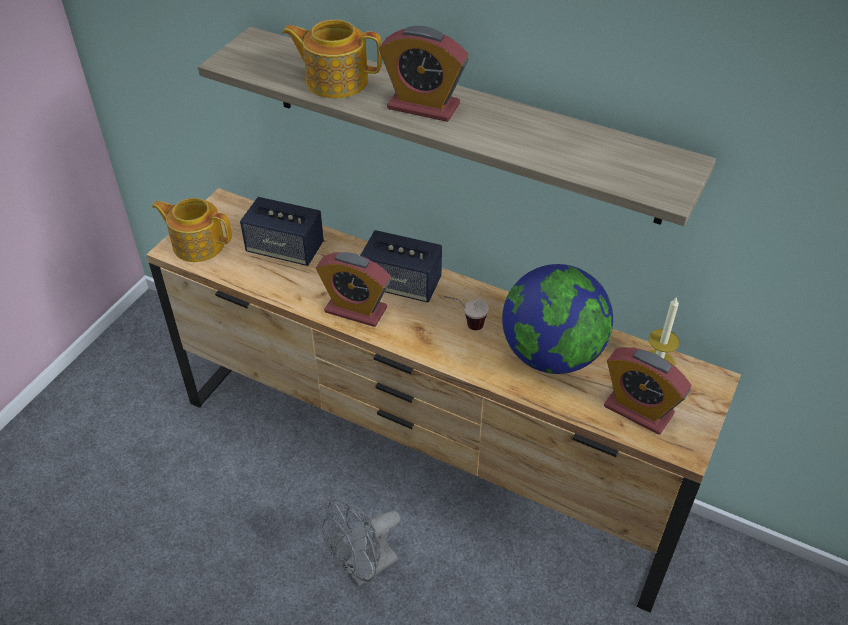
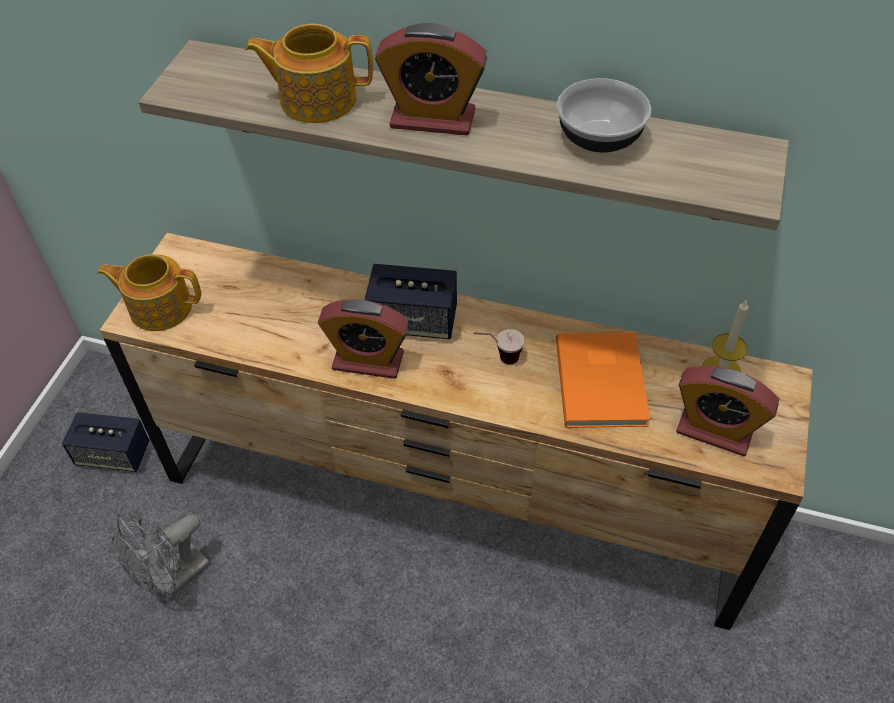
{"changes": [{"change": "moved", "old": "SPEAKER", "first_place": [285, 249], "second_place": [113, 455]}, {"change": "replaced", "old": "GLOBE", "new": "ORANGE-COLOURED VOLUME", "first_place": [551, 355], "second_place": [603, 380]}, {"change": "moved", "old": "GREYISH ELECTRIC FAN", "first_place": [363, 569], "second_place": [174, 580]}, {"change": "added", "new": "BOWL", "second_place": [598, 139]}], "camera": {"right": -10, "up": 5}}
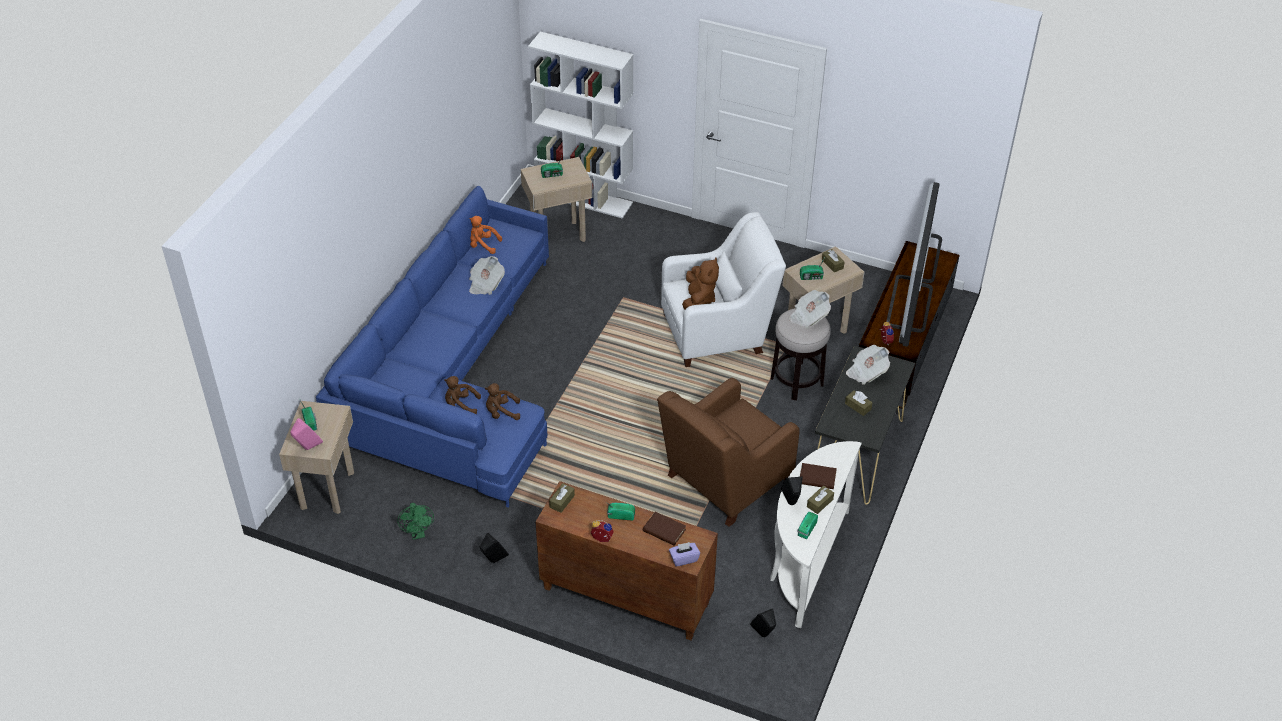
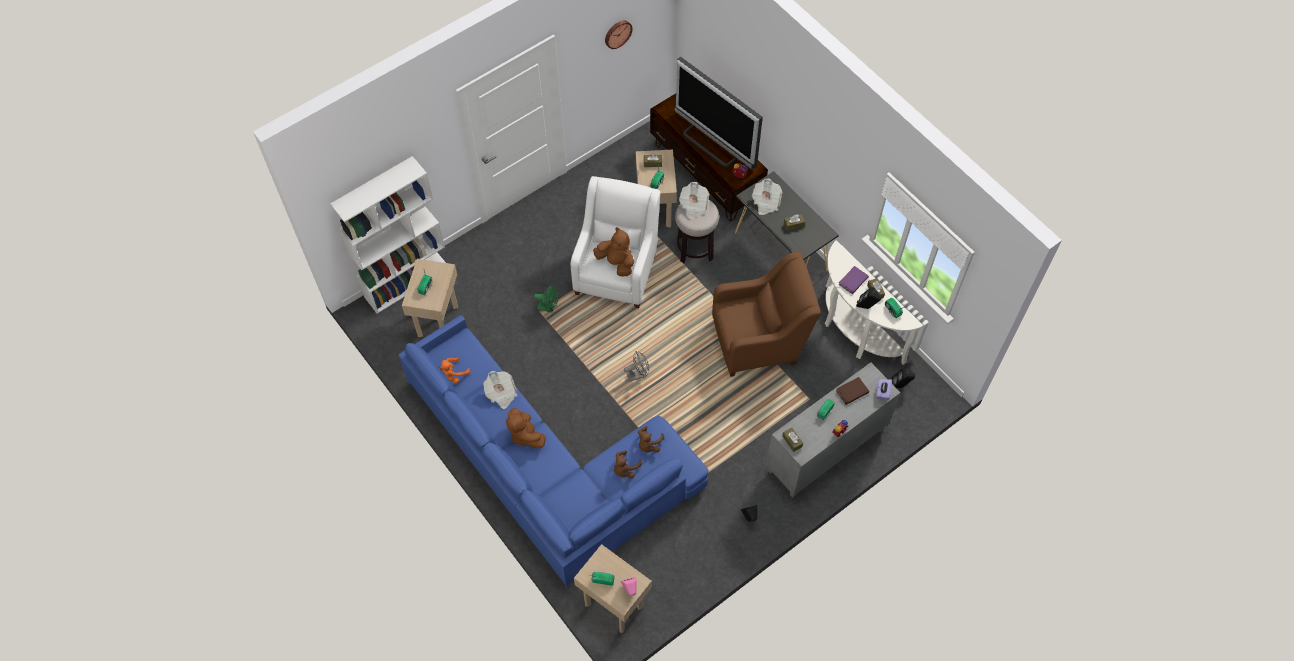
{"changes": [{"change": "turned", "old": "BROWNISH EASY CHAIR", "first_place": [724, 481], "second_place": [760, 340], "degrees": -90}, {"change": "recoloured", "old": "BROWNISH VOLUME", "new": "PURPLE VOLUME", "first_place": [817, 478], "second_place": [853, 281]}, {"change": "recoloured", "old": "BROWNISH STORAGE CABINET", "new": "GREYISH STORAGE CABINET", "first_place": [624, 596], "second_place": [826, 451]}, {"change": "moved", "old": "GREENISH ELECTRIC FAN", "first_place": [418, 533], "second_place": [548, 308]}, {"change": "added", "new": "WALL CLOCK", "second_place": [617, 33]}, {"change": "added", "new": "GREYISH ELECTRIC FAN", "second_place": [638, 374]}, {"change": "added", "new": "BROWNISH PLUSH TOY", "second_place": [525, 435]}], "camera": {"right": -60, "up": 15}}
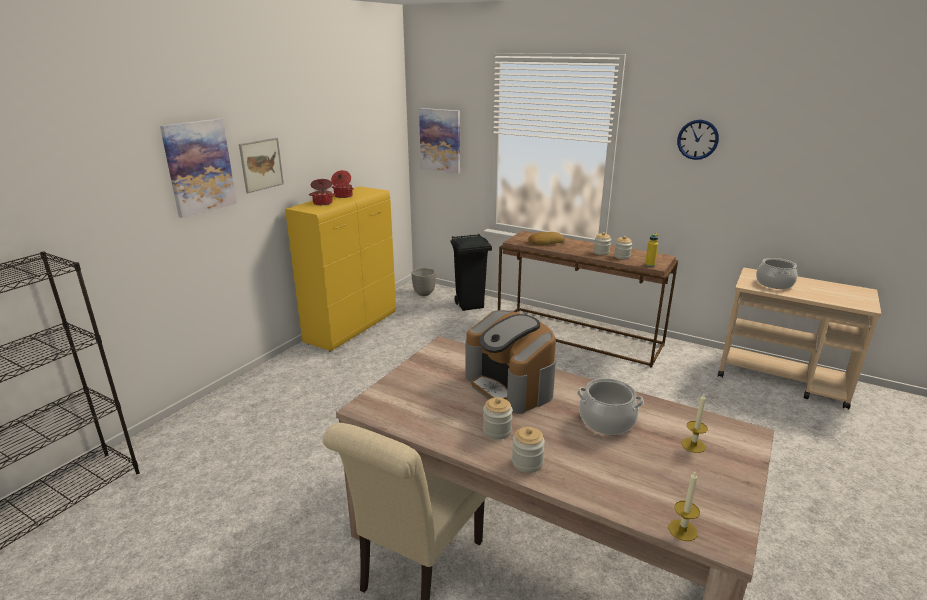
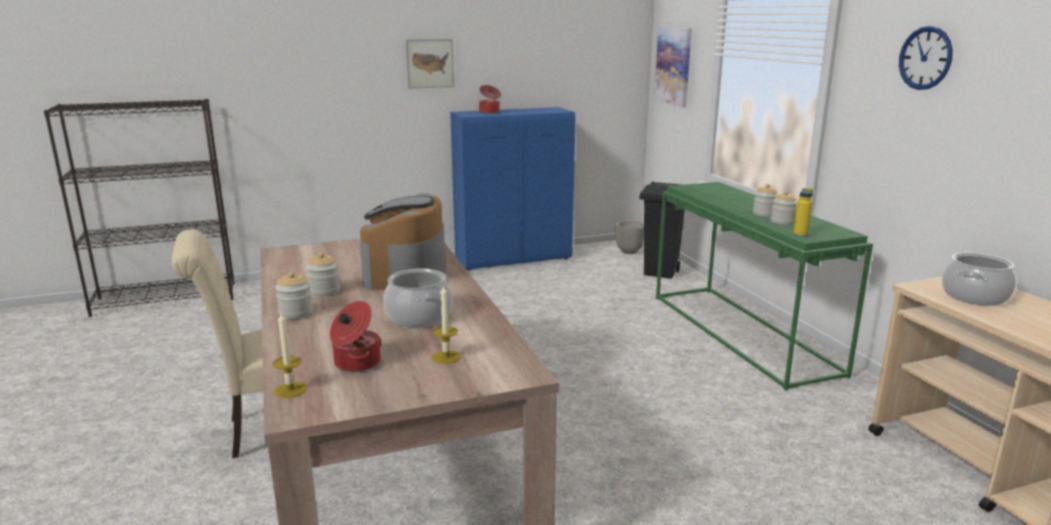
{"changes": [{"change": "removed", "old": "PICTURE", "first_place": [199, 167]}, {"change": "moved", "old": "SAUCEPOT", "first_place": [343, 196], "second_place": [356, 363]}, {"change": "recoloured", "old": "YELLOW STORAGE CABINET", "new": "BLUE STORAGE CABINET", "first_place": [352, 327], "second_place": [514, 259]}, {"change": "recoloured", "old": "BROWNISH HALL TABLE", "new": "GREENISH HALL TABLE", "first_place": [579, 336], "second_place": [743, 333]}, {"change": "removed", "old": "BREAD", "first_place": [545, 242]}], "camera": {"right": 40, "up": -5}}
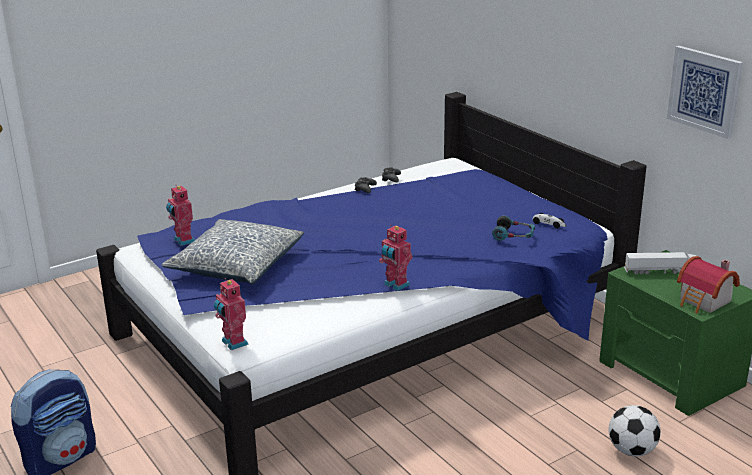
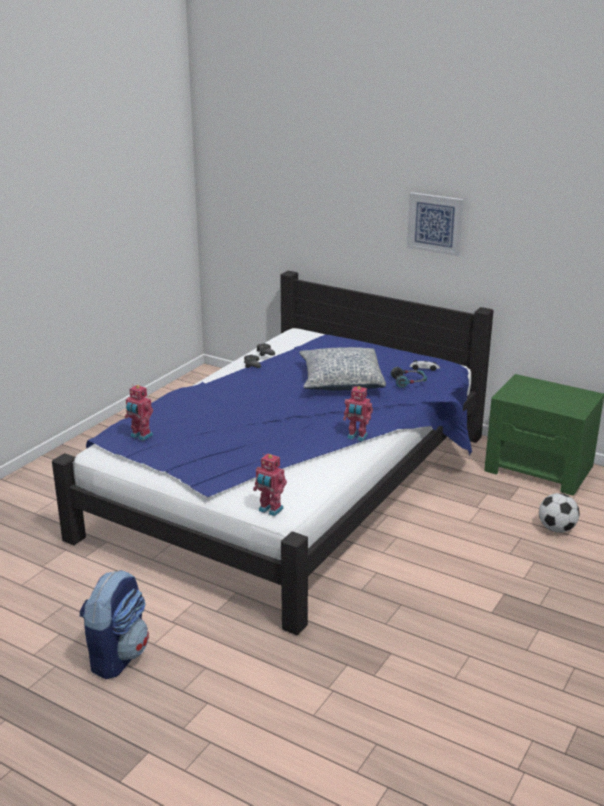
{"changes": [{"change": "moved", "old": "PICTURE", "first_place": [705, 91], "second_place": [435, 223]}, {"change": "moved", "old": "THROW PILLOW", "first_place": [236, 265], "second_place": [340, 381]}, {"change": "removed", "old": "MODEL TRUCK", "first_place": [661, 271]}, {"change": "removed", "old": "TOY HOUSE", "first_place": [704, 302]}], "camera": {"right": -25, "up": 0}}
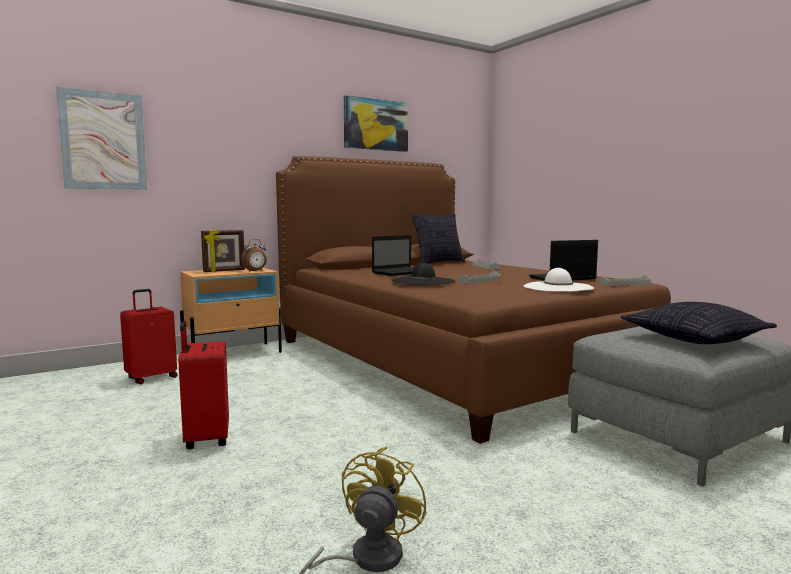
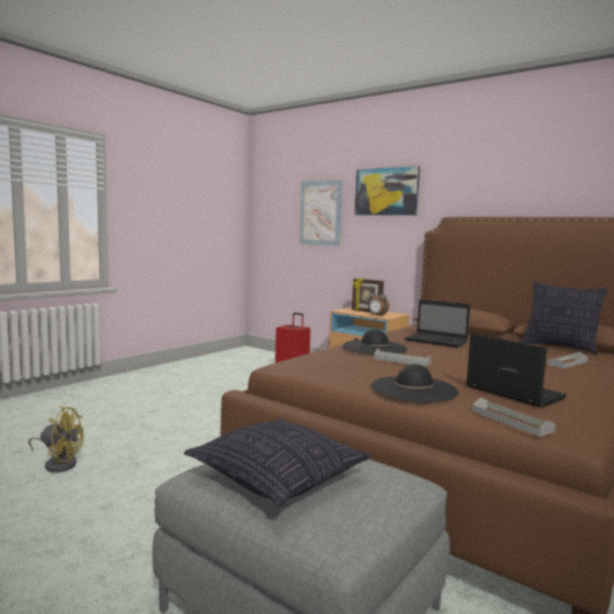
{"changes": [{"change": "moved", "old": "PICTURE", "first_place": [375, 125], "second_place": [386, 191]}, {"change": "recoloured", "old": "WHITE CLOTHING HAT", "new": "BLACK-COLOURED CLOTHING HAT", "first_place": [558, 287], "second_place": [413, 389]}, {"change": "removed", "old": "RED-COLOURED PIECE OF LUGGAGE", "first_place": [205, 439]}], "camera": {"right": 70, "up": 0}}
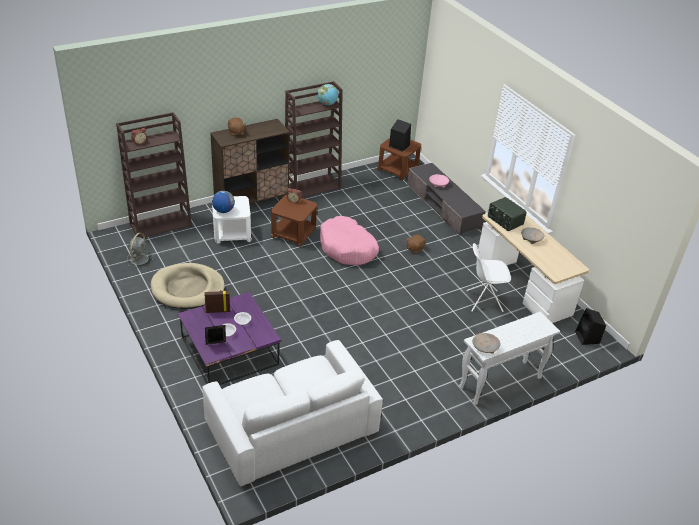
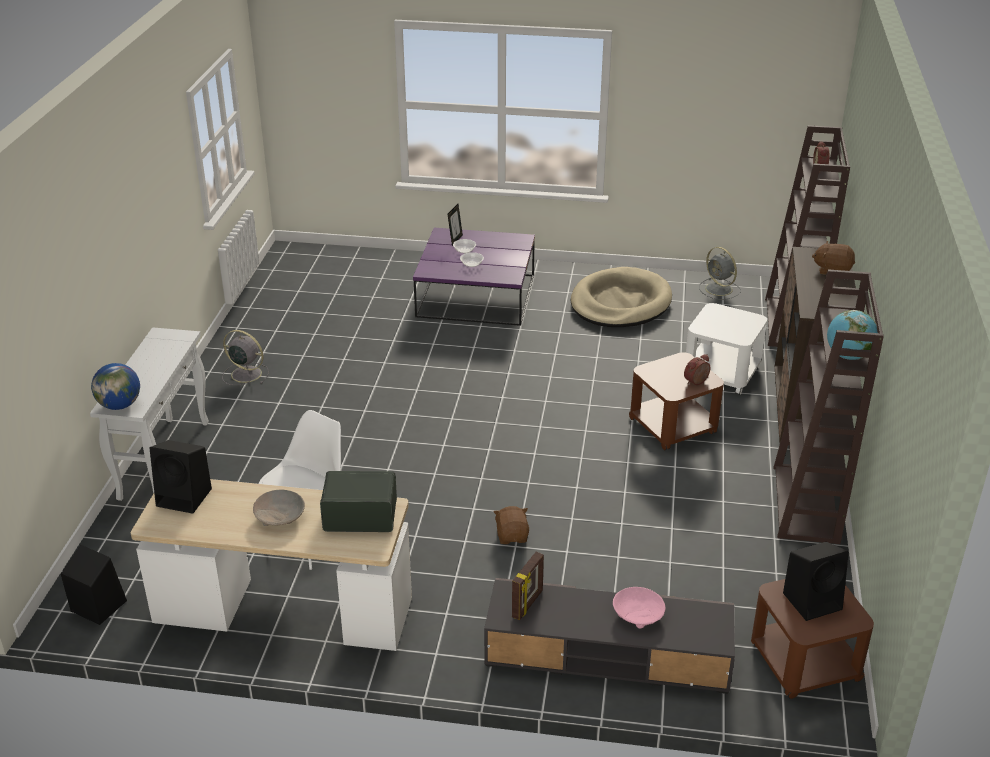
{"changes": [{"change": "moved", "old": "GLOBE", "first_place": [223, 211], "second_place": [120, 405]}, {"change": "removed", "old": "PINK-COLOURED PET BED", "first_place": [347, 248]}, {"change": "moved", "old": "STANDING FRAME", "first_place": [218, 311], "second_place": [528, 604]}, {"change": "removed", "old": "BEIGE-COLOURED BOWL", "first_place": [485, 347]}, {"change": "removed", "old": "WHITE SETTEE", "first_place": [291, 426]}, {"change": "added", "new": "GREYISH ELECTRIC FAN", "second_place": [245, 374]}, {"change": "added", "new": "BLACK-COLOURED SPEAKER", "second_place": [185, 497]}], "camera": {"right": 130, "up": -5}}
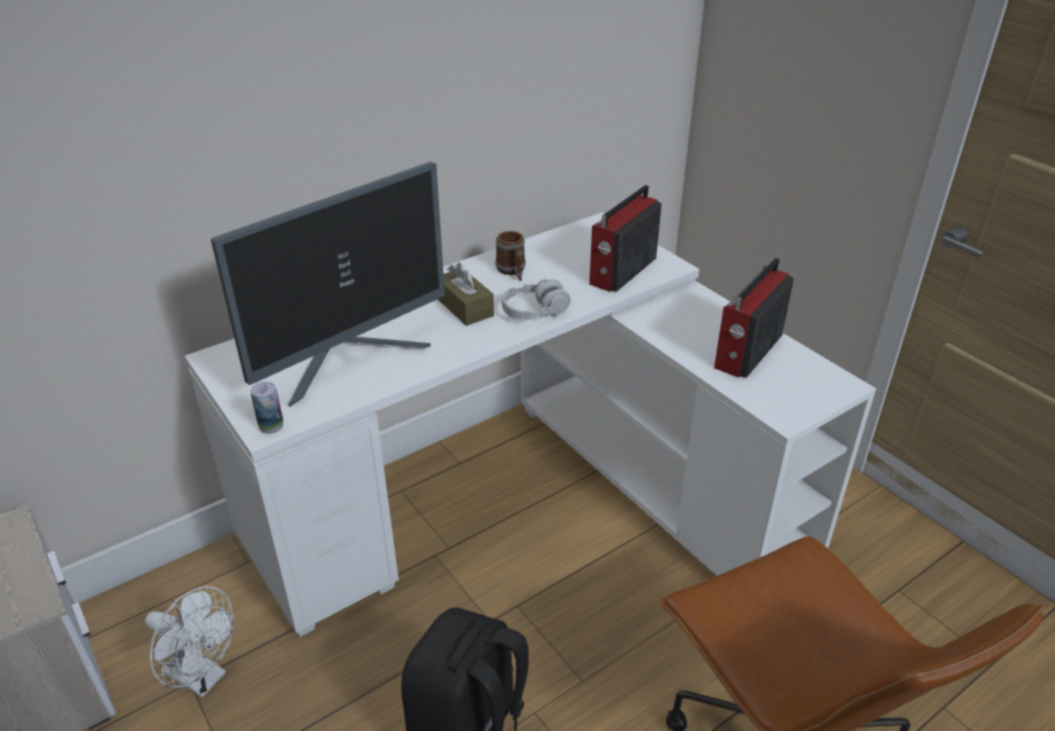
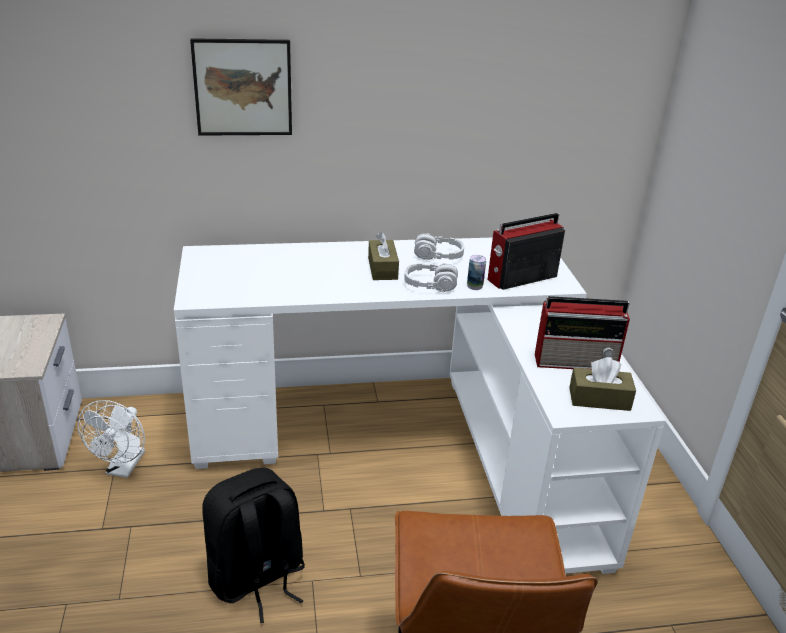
{"changes": [{"change": "removed", "old": "COMPUTER DISPLAY", "first_place": [350, 358]}, {"change": "replaced", "old": "COFFEE MUG", "new": "GREYISH HEADSET", "first_place": [512, 271], "second_place": [438, 256]}, {"change": "turned", "old": "RADIO RECEIVER", "first_place": [746, 352], "second_place": [577, 362], "degrees": -150}, {"change": "moved", "old": "CAN", "first_place": [271, 426], "second_place": [474, 286]}, {"change": "turned", "old": "WHITE ELECTRIC FAN", "first_place": [202, 677], "second_place": [123, 468], "degrees": 45}, {"change": "added", "new": "PICTURE", "second_place": [243, 87]}, {"change": "added", "new": "BROWNISH BOX OF TISSUES", "second_place": [599, 399]}], "camera": {"right": 25, "up": -5}}
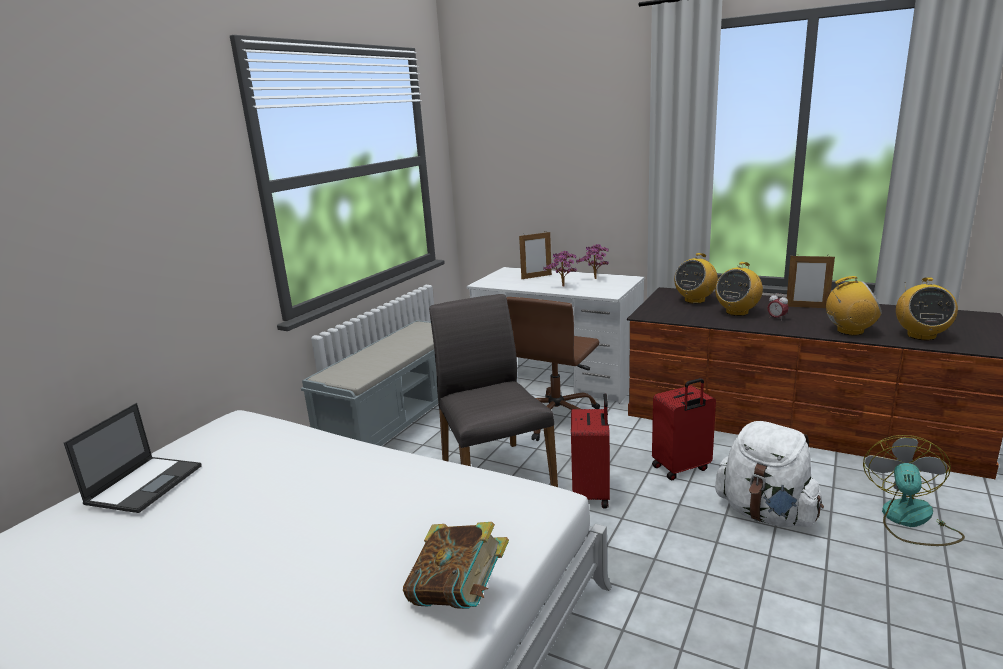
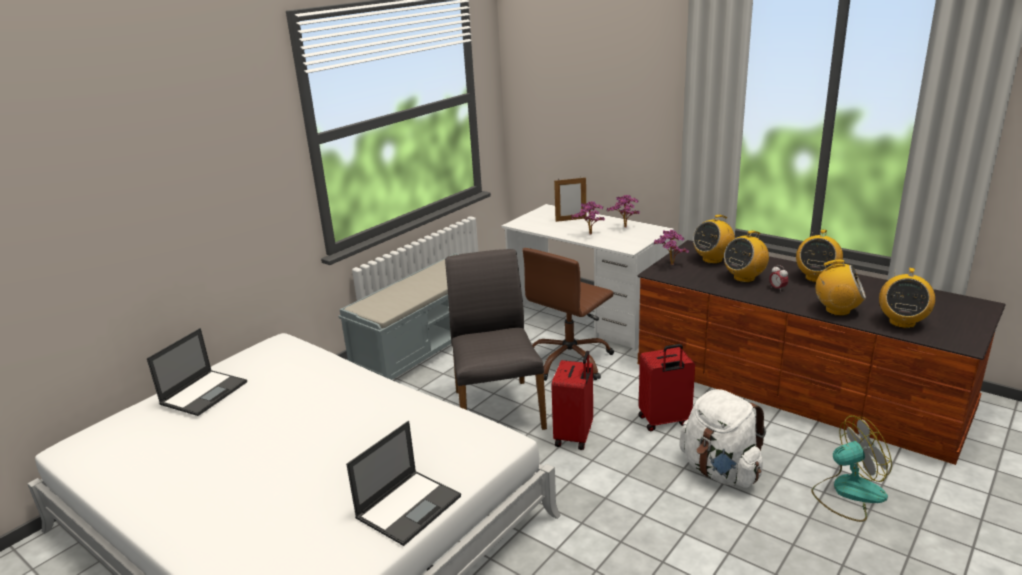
{"changes": [{"change": "replaced", "old": "STANDING FRAME", "new": "RADIO RECEIVER", "first_place": [807, 307], "second_place": [816, 278]}, {"change": "turned", "old": "ELECTRIC FAN", "first_place": [910, 520], "second_place": [848, 493], "degrees": 45}, {"change": "replaced", "old": "VOLUME", "new": "NOTEBOOK COMPUTER", "first_place": [459, 596], "second_place": [409, 506]}, {"change": "added", "new": "HOUSEPLANT", "second_place": [670, 265]}], "camera": {"right": 10, "up": 5}}
